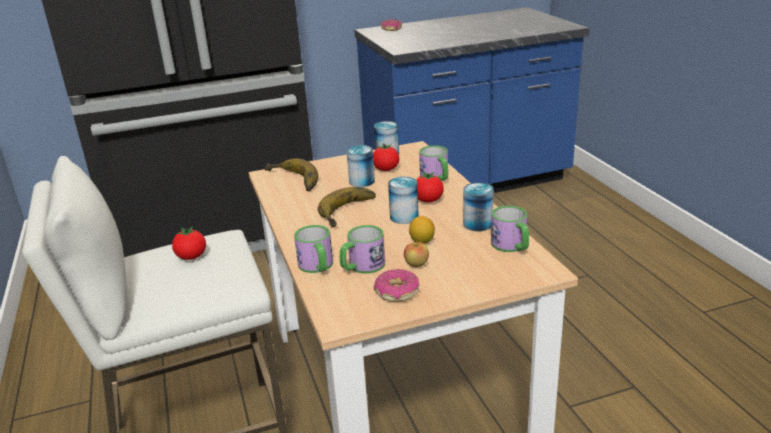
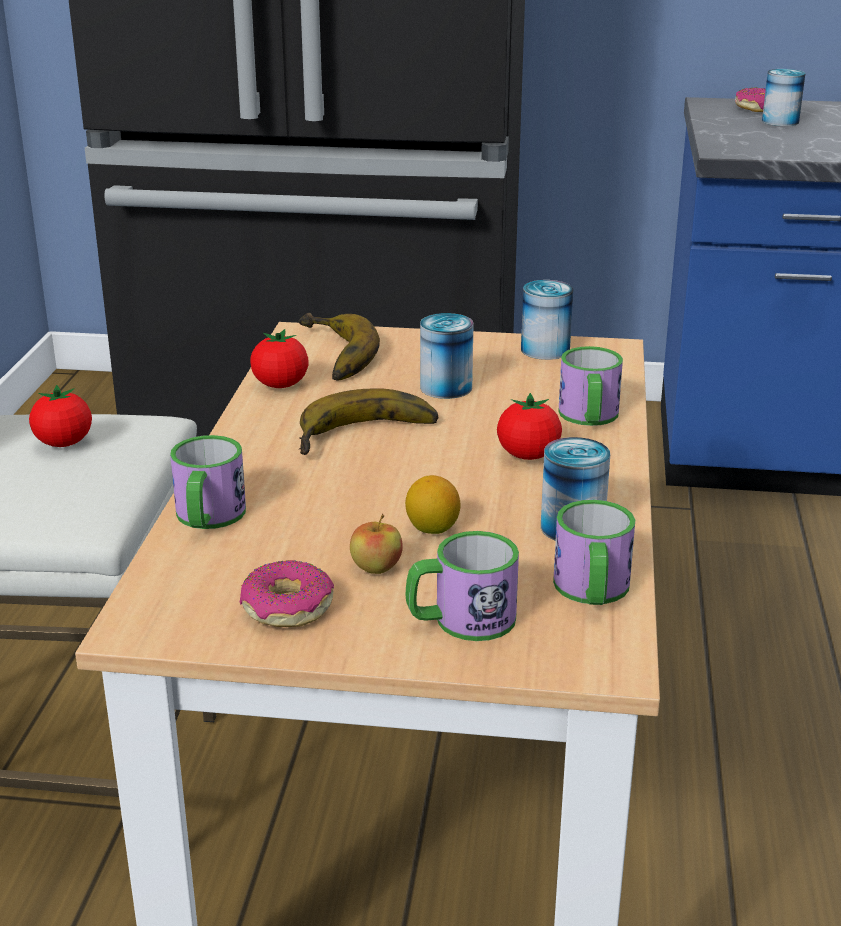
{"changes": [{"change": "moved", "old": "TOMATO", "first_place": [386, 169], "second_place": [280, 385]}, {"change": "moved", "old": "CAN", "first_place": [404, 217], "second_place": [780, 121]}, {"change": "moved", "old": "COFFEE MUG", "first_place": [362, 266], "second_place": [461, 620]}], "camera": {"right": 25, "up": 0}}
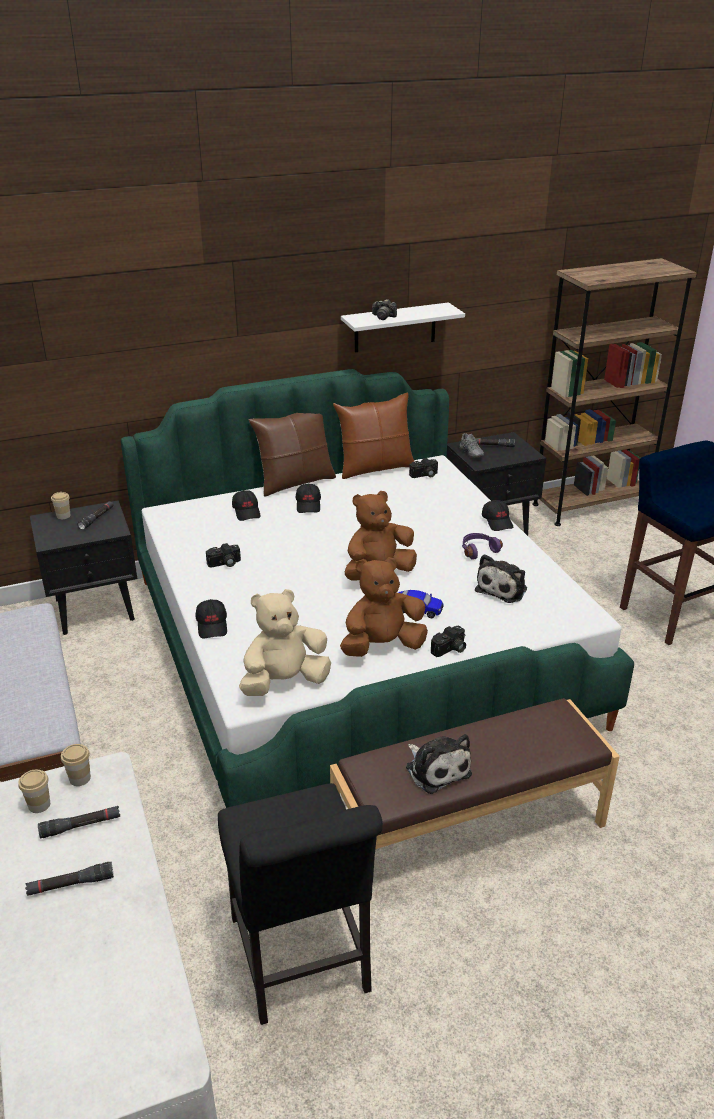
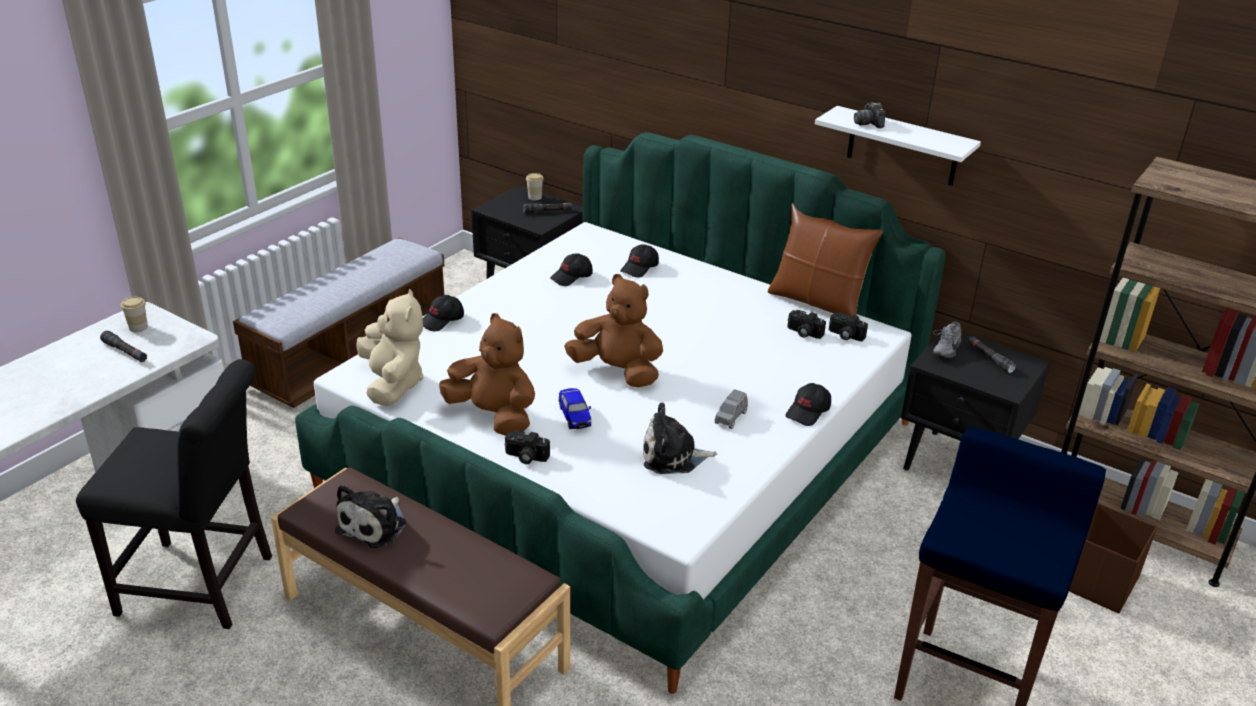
{"changes": [{"change": "removed", "old": "BROWNISH THROW PILLOW", "first_place": [295, 482]}, {"change": "moved", "old": "BLACK-COLOURED BASEBALL CAP", "first_place": [308, 505], "second_place": [572, 277]}, {"change": "replaced", "old": "PURPLE HEADSET", "new": "GREYISH MINIATURE CAR", "first_place": [478, 550], "second_place": [731, 417]}, {"change": "moved", "old": "PHOTO CAMERA", "first_place": [224, 564], "second_place": [803, 333]}, {"change": "turned", "old": "BEIGE-COLOURED PLUSH TOY", "first_place": [284, 682], "second_place": [393, 384], "degrees": 45}, {"change": "removed", "old": "CUP", "first_place": [80, 778]}, {"change": "turned", "old": "BLACK-COLOURED UPRIGHT CHAIR", "first_place": [301, 961], "second_place": [203, 586], "degrees": -120}, {"change": "removed", "old": "BLACK-COLOURED TORCH", "first_place": [71, 884]}, {"change": "added", "new": "BROWNISH STORAGE BIN", "second_place": [1097, 582]}], "camera": {"right": 55, "up": 0}}
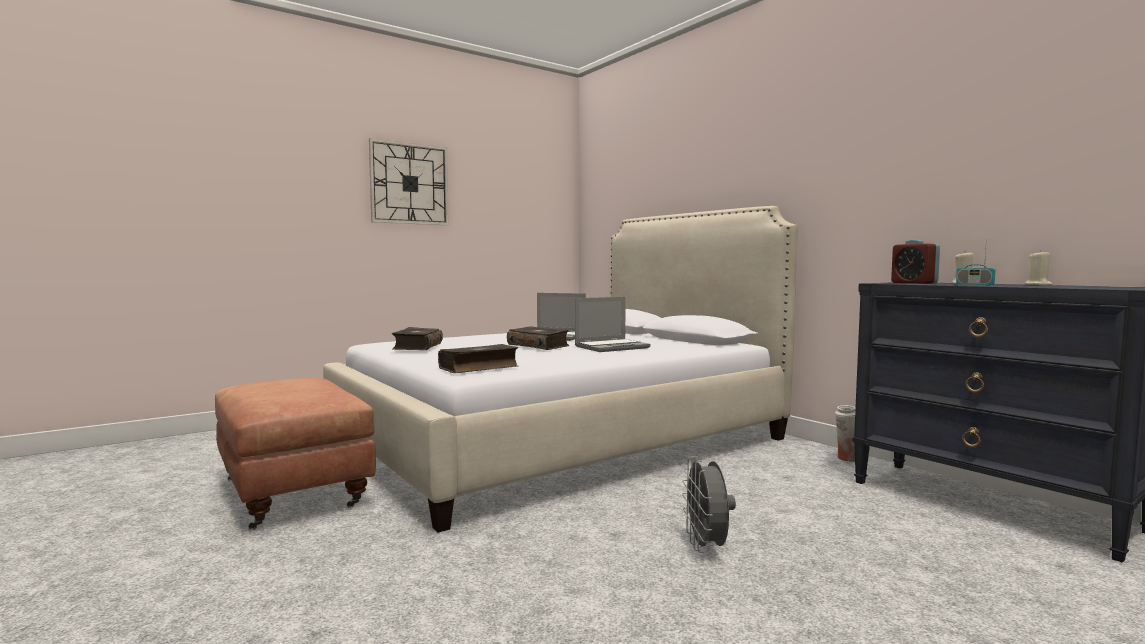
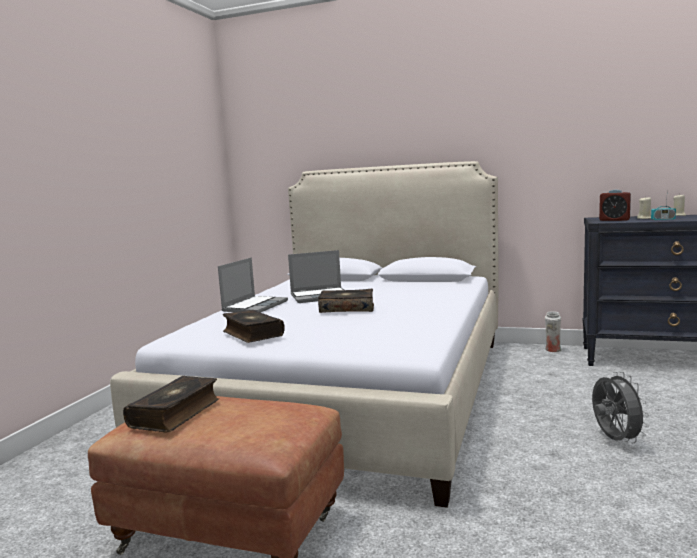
{"changes": [{"change": "removed", "old": "WALL CLOCK", "first_place": [409, 184]}, {"change": "moved", "old": "NOTEBOOK COMPUTER", "first_place": [612, 347], "second_place": [255, 306]}, {"change": "moved", "old": "VOLUME", "first_place": [479, 368], "second_place": [176, 413]}, {"change": "turned", "old": "GREYISH ELECTRIC FAN", "first_place": [706, 547], "second_place": [614, 440], "degrees": -150}], "camera": {"right": -35, "up": 5}}
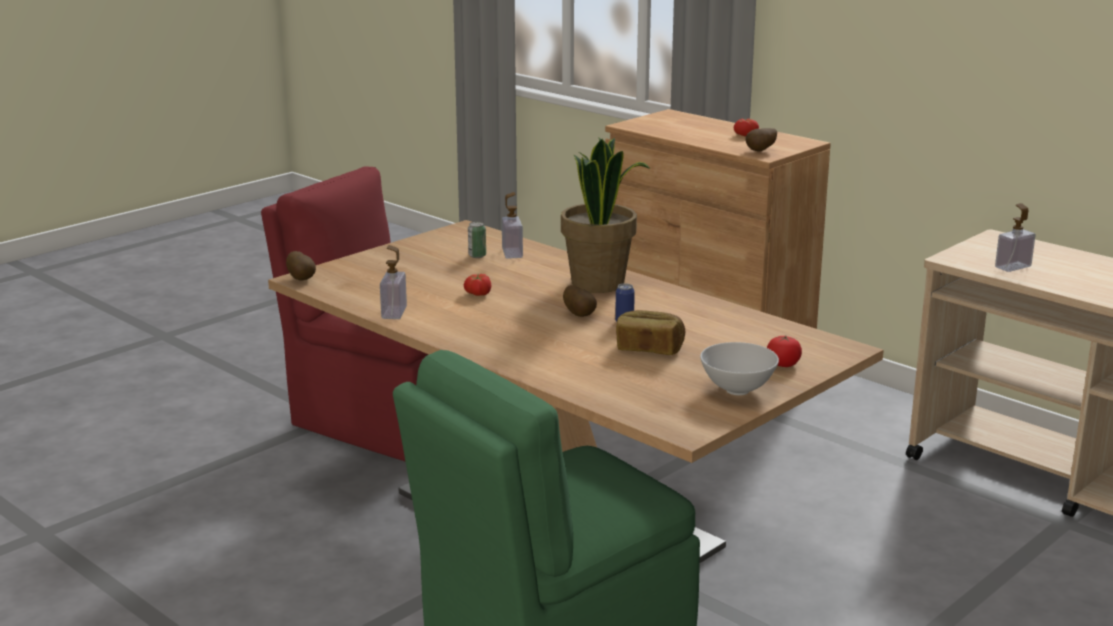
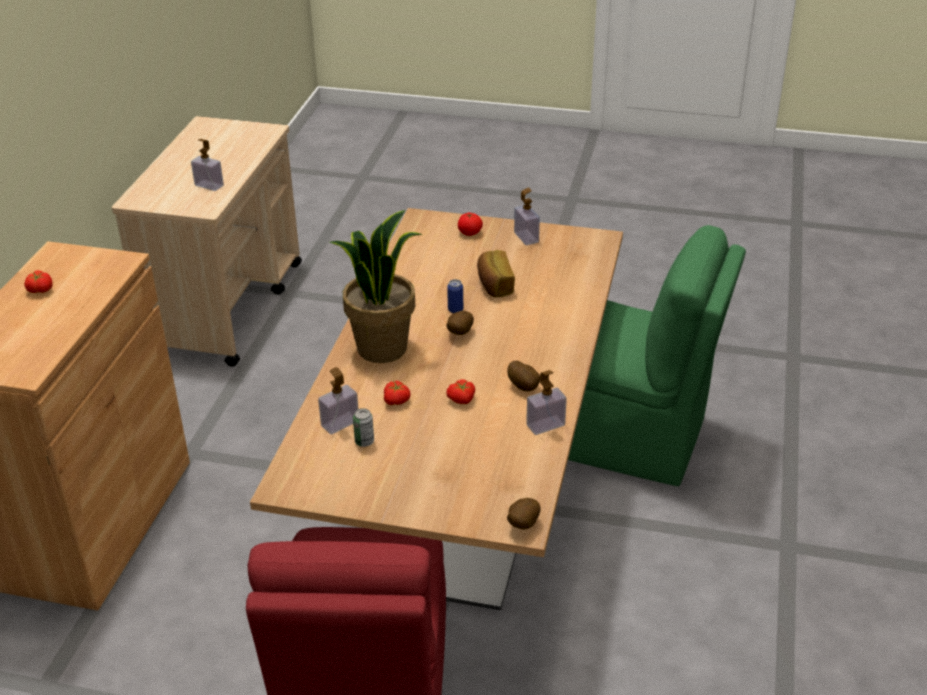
{"changes": [{"change": "moved", "old": "WHOLE POTATO", "first_place": [761, 151], "second_place": [524, 386]}, {"change": "replaced", "old": "WHITE BOWL", "new": "LIQUID SOAP BOTTLE", "first_place": [738, 390], "second_place": [526, 237]}, {"change": "added", "new": "TOMATO", "second_place": [397, 400]}], "camera": {"right": -120, "up": 15}}
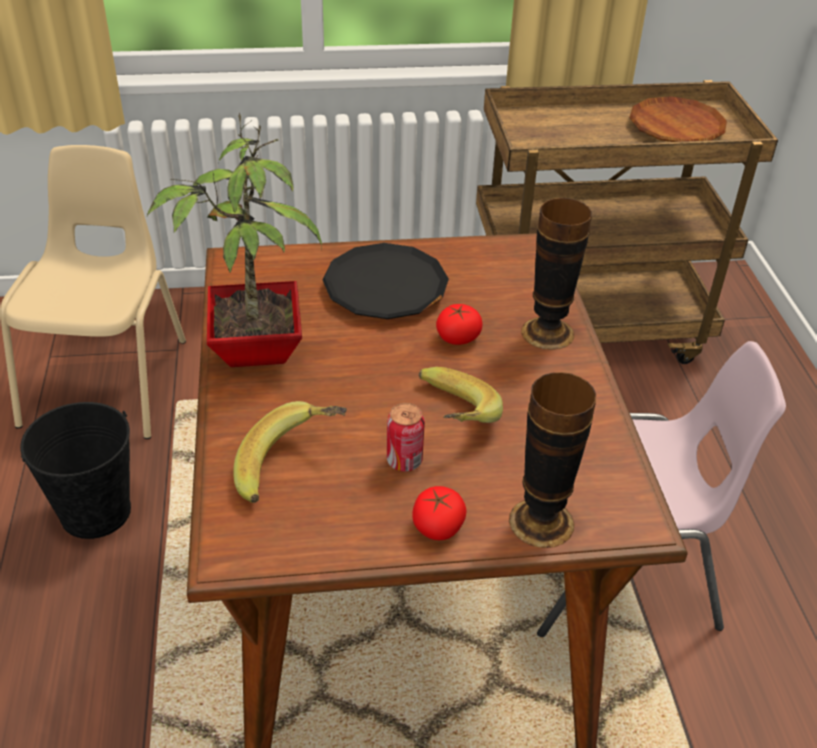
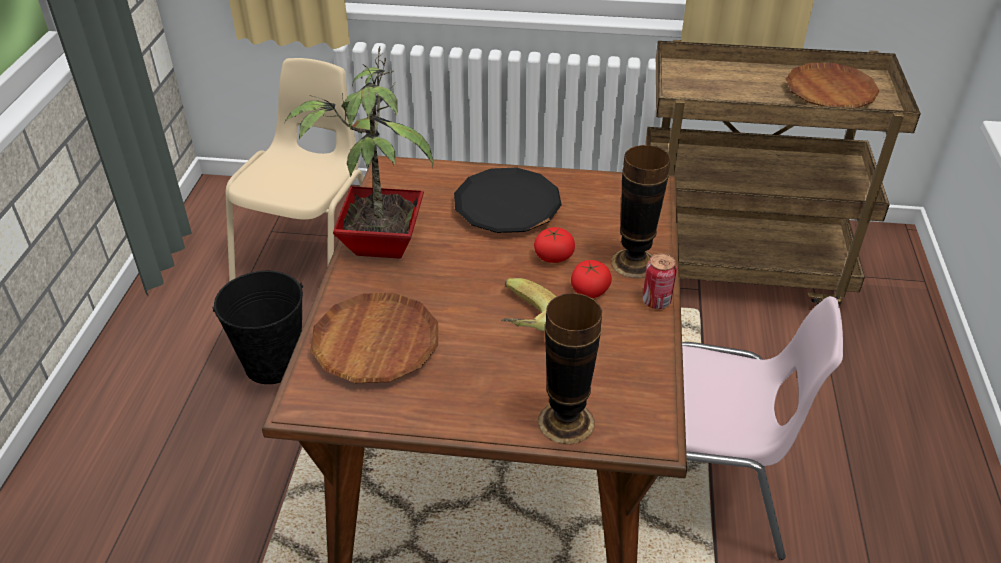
{"changes": [{"change": "replaced", "old": "WHOLE BANANA", "new": "BROWNISH PLATE", "first_place": [291, 468], "second_place": [376, 344]}, {"change": "moved", "old": "CAN", "first_place": [404, 461], "second_place": [656, 301]}, {"change": "moved", "old": "TOMATO", "first_place": [437, 526], "second_place": [589, 290]}], "camera": {"right": 15, "up": 0}}
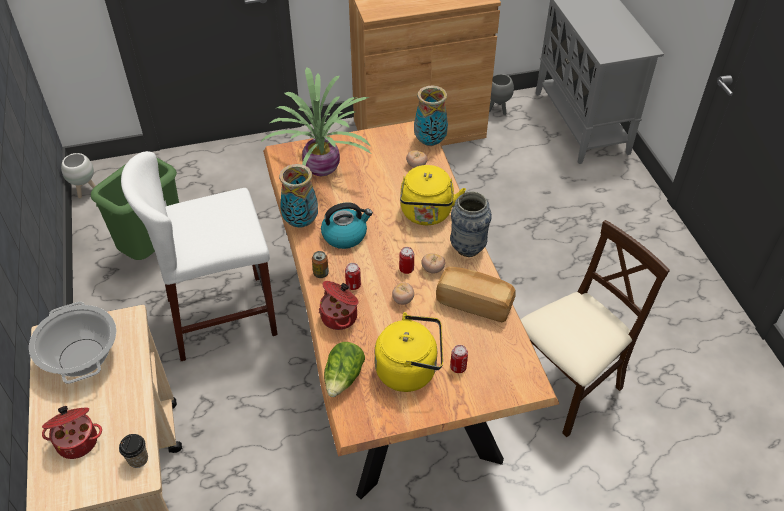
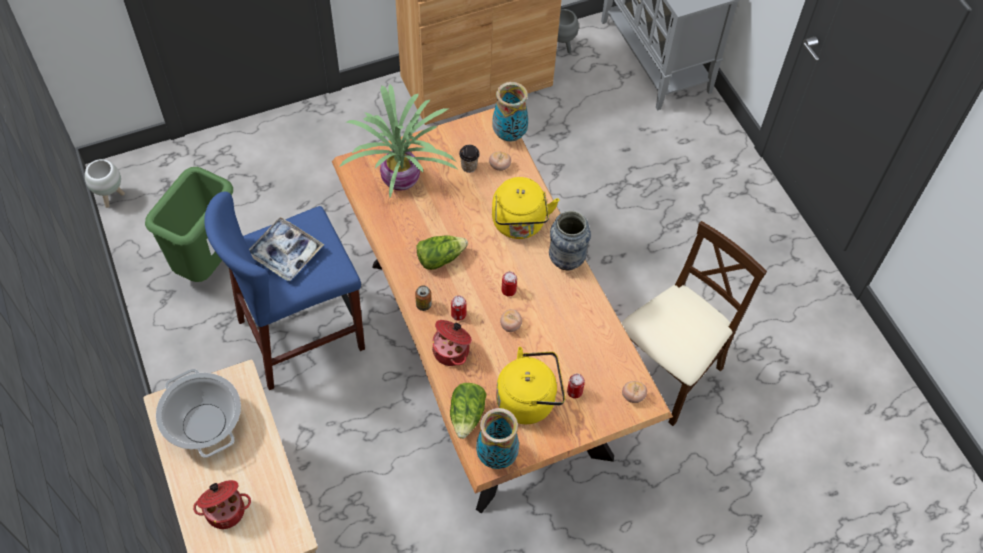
{"changes": [{"change": "recoloured", "old": "WHITE SITTING STOOL", "new": "BLUE SITTING STOOL", "first_place": [222, 316], "second_place": [301, 334]}, {"change": "moved", "old": "VASE", "first_place": [301, 222], "second_place": [497, 455]}, {"change": "replaced", "old": "KETTLE", "new": "LETTUCE", "first_place": [345, 235], "second_place": [440, 258]}, {"change": "moved", "old": "TOMATO", "first_place": [432, 269], "second_place": [633, 396]}, {"change": "removed", "old": "BREAD", "first_place": [474, 302]}, {"change": "moved", "old": "CUP", "first_place": [138, 459], "second_place": [469, 166]}, {"change": "added", "new": "TRAY", "second_place": [285, 253]}], "camera": {"right": -10, "up": 10}}
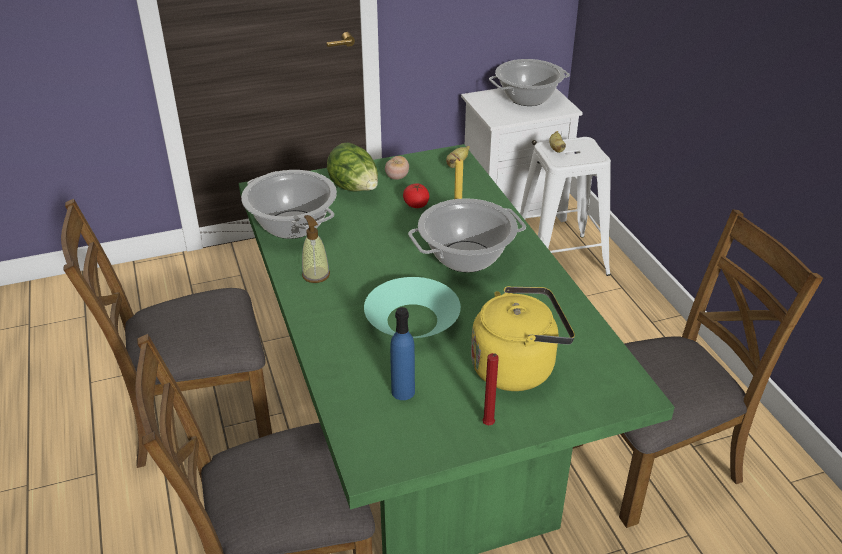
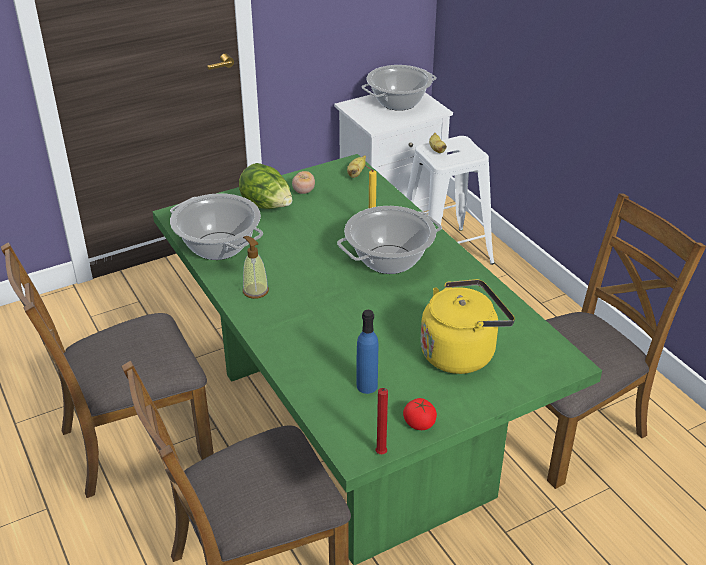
{"changes": [{"change": "moved", "old": "TOMATO", "first_place": [416, 204], "second_place": [419, 423]}, {"change": "removed", "old": "BLUE-GREEN BOWL", "first_place": [412, 319]}, {"change": "moved", "old": "RED-COLOURED WAX LIGHT", "first_place": [488, 426], "second_place": [381, 455]}], "camera": {"right": -10, "up": 0}}
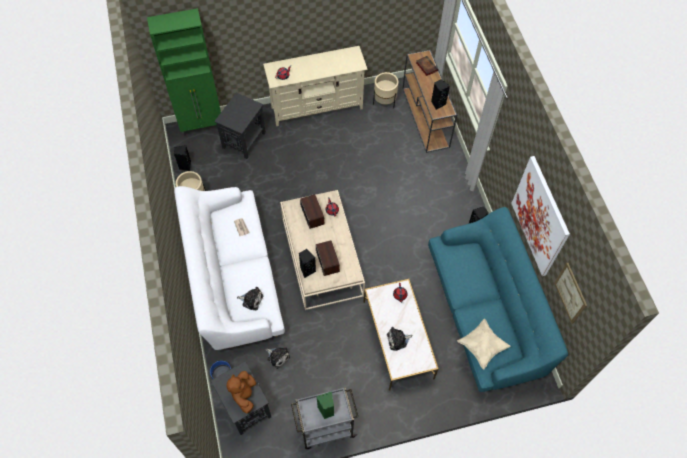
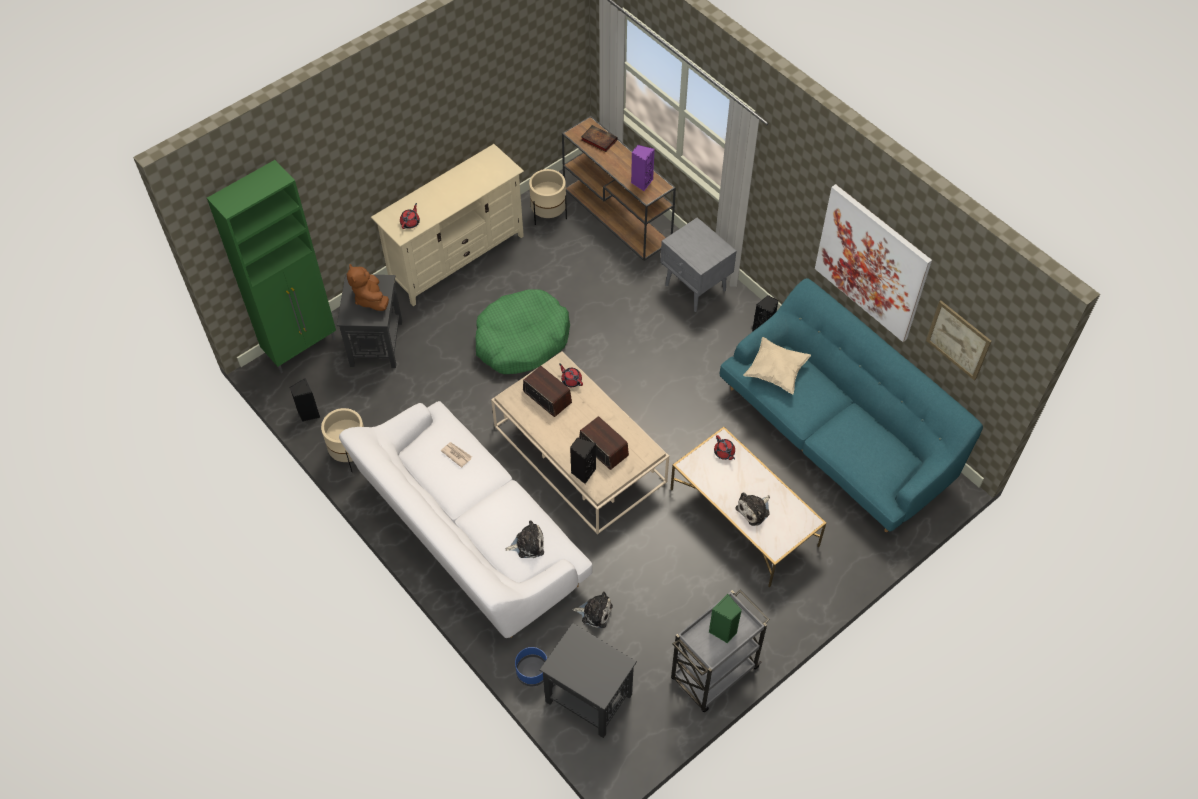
{"changes": [{"change": "recoloured", "old": "BLACK-COLOURED SPEAKER", "new": "PURPLE SPEAKER", "first_place": [437, 103], "second_place": [641, 182]}, {"change": "moved", "old": "BEIGE-COLOURED THROW PILLOW", "first_place": [482, 346], "second_place": [776, 372]}, {"change": "moved", "old": "BROWNISH PLUSH TOY", "first_place": [244, 394], "second_place": [370, 299]}, {"change": "added", "new": "GREYISH BEDSIDE TABLE", "second_place": [695, 288]}, {"change": "added", "new": "GREENISH PET BED", "second_place": [521, 340]}], "camera": {"right": -25, "up": -5}}
